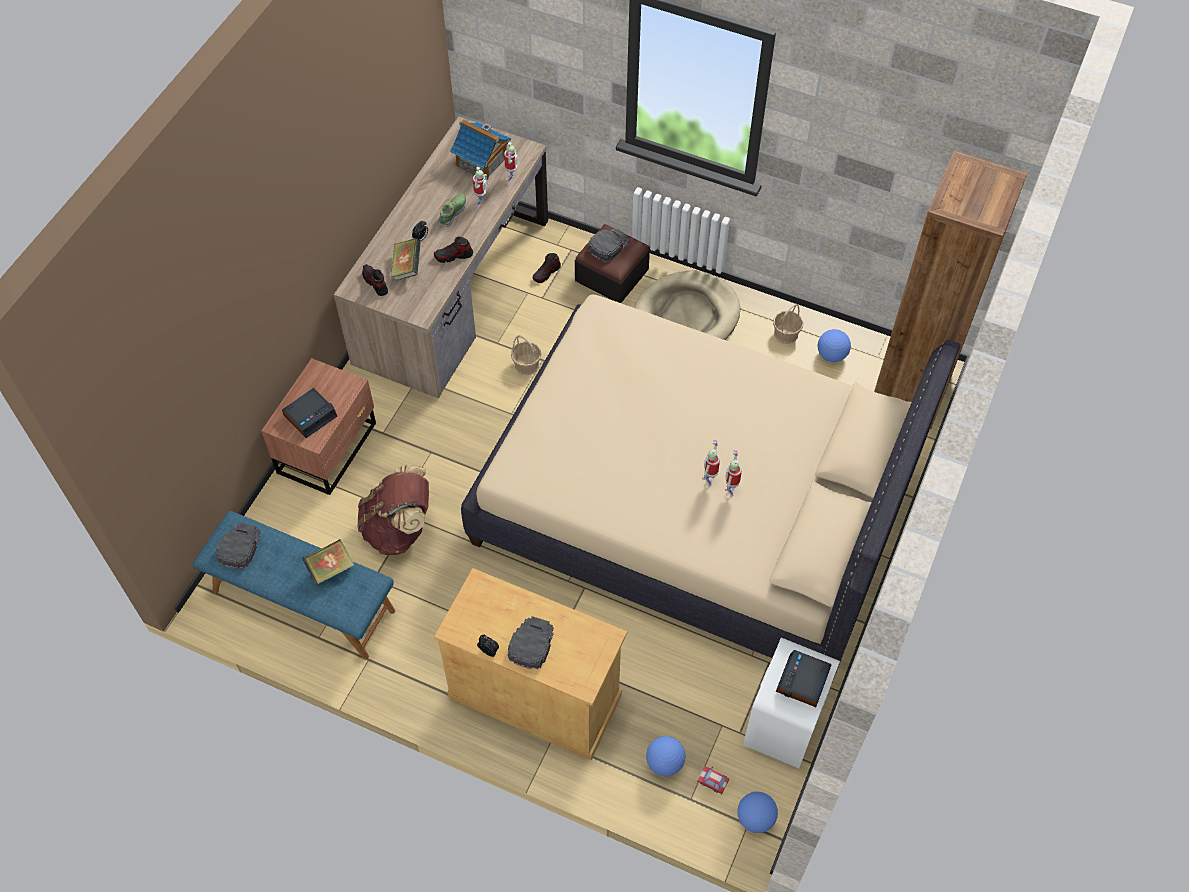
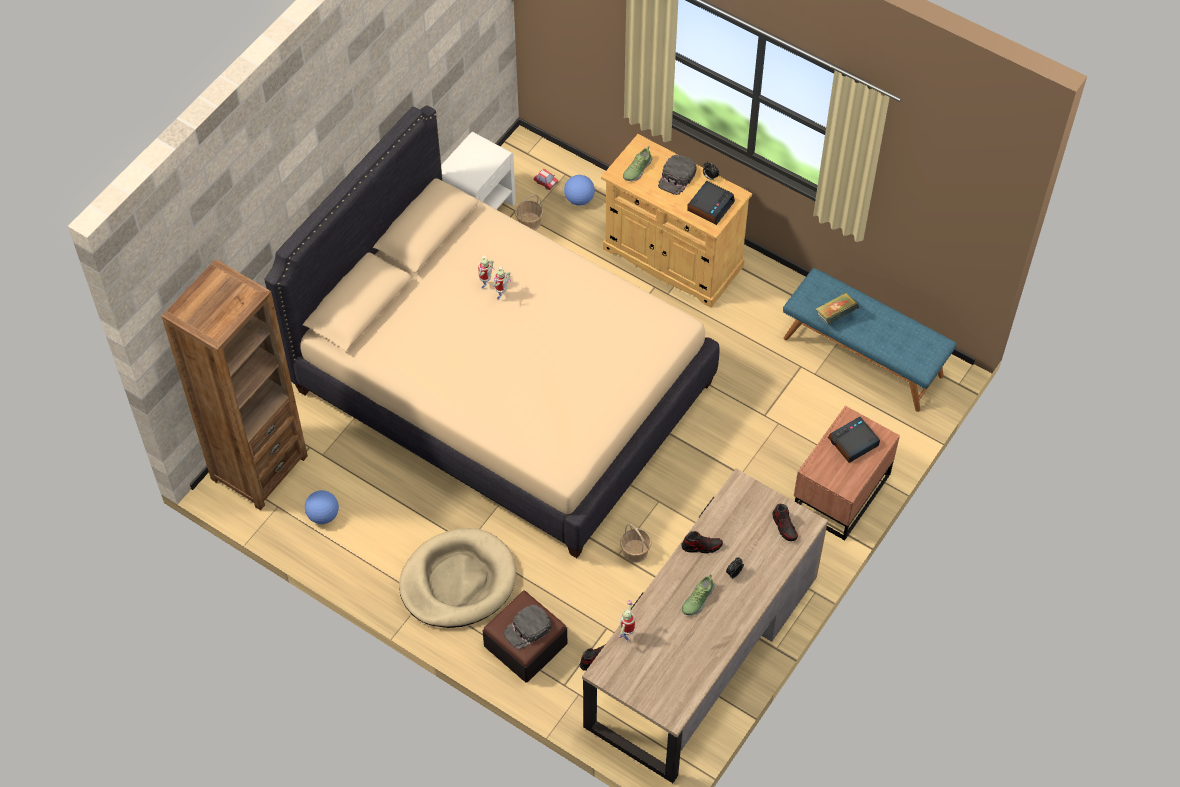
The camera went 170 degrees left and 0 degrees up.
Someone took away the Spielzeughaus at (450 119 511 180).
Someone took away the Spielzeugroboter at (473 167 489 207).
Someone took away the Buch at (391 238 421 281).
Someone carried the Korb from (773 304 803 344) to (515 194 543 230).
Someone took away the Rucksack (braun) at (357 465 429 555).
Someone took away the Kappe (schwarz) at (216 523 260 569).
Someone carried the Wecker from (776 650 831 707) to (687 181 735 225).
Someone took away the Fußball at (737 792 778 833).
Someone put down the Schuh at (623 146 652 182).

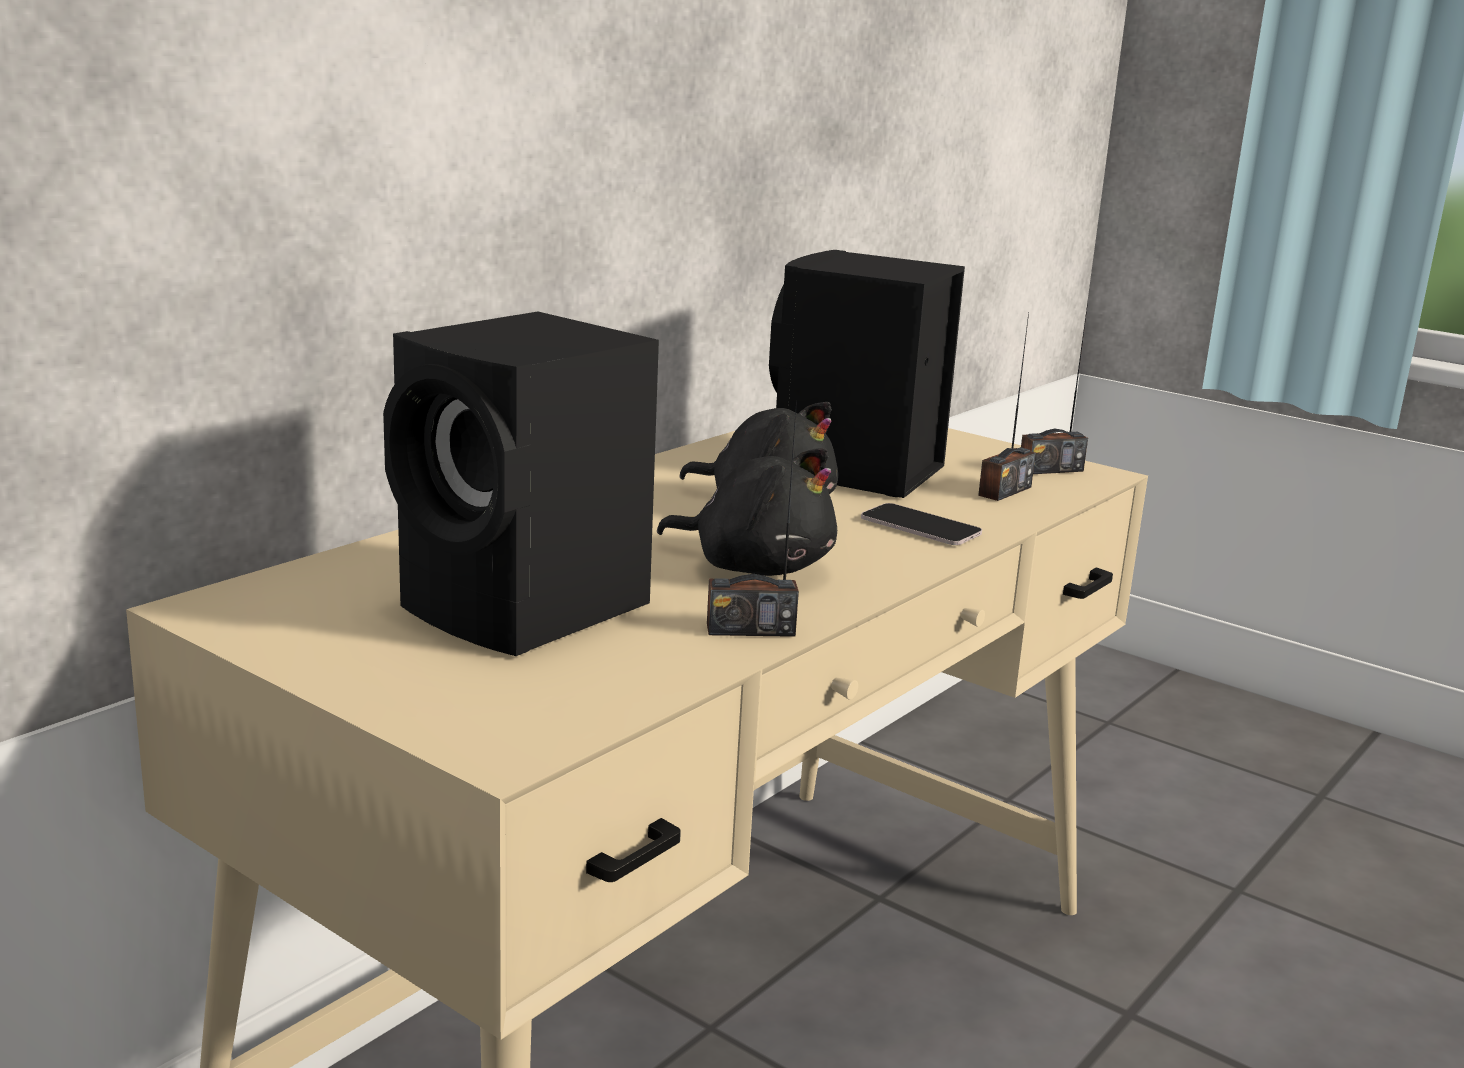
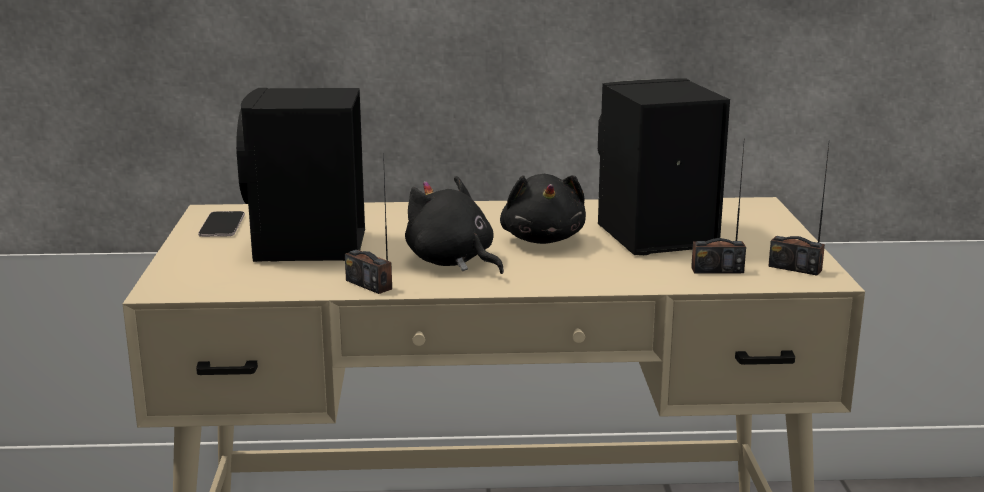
The camera went 50 degrees right and 0 degrees up.
Someone rotated the Plüschtier (schwarz) at (657 448 837 576) by 150 degrees clockwise.
Someone carried the Handy from (861 503 982 545) to (198 211 245 237).

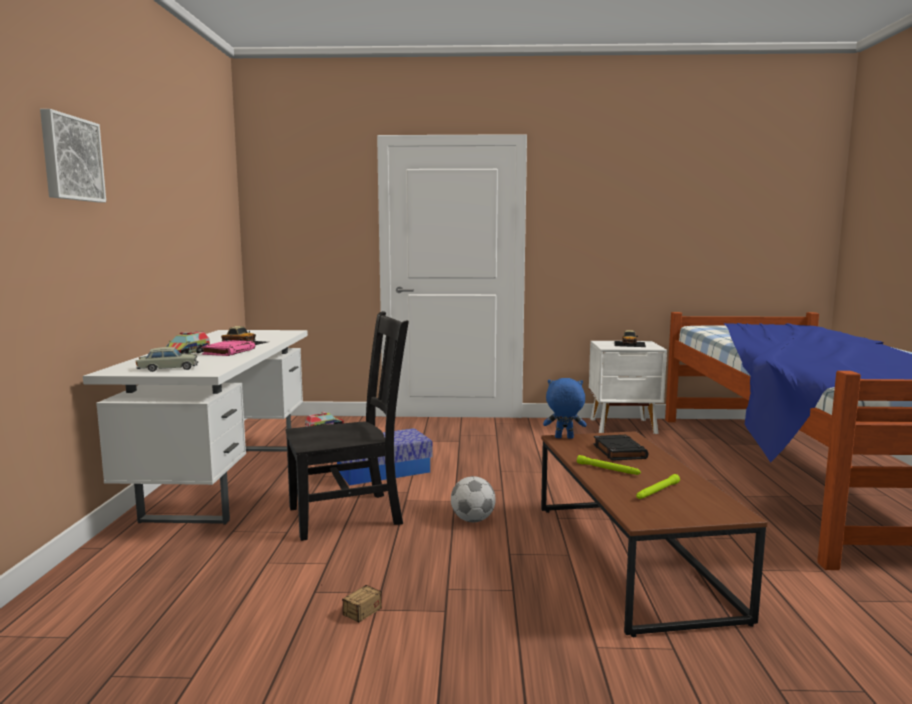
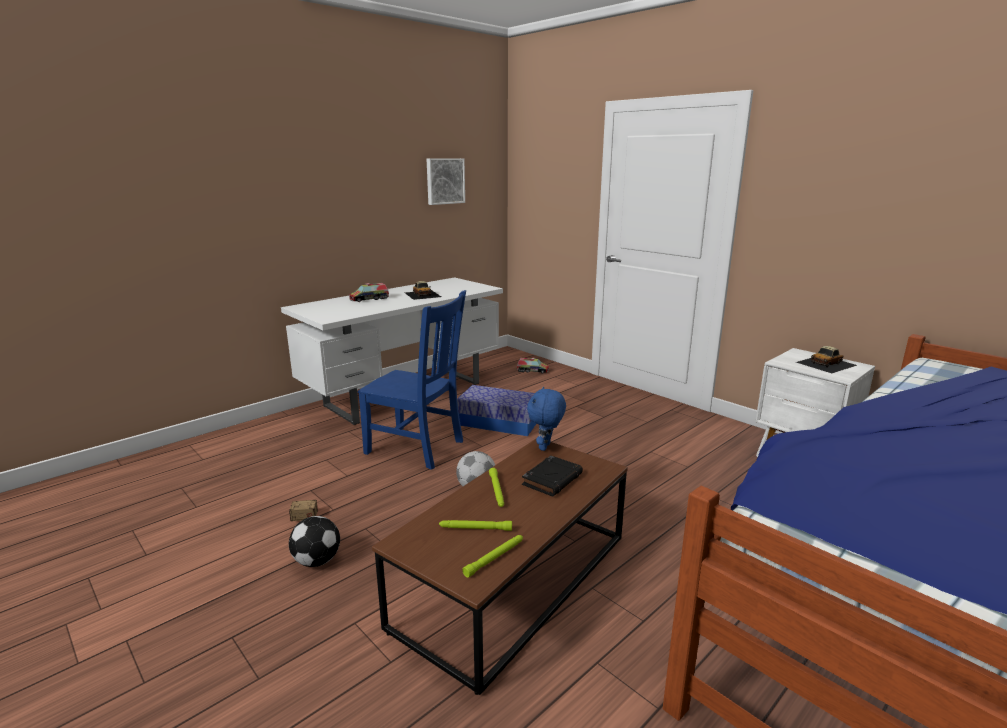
The camera went 45 degrees right and 10 degrees up.
Someone carried the Bild from (40 109 106 202) to (427 158 465 205).
Someone repainted the Stuhl (schwarz) at (285 311 409 541), which became the Stuhl (blau) at (358 290 466 470).
Someone took away the Buch (rosa) at (201 340 256 356).
Someone took away the Spielzeugauto (beige) at (136 347 198 372).
Someone rotated the Plüschtier (blau) at (543 378 587 439) by 120 degrees counterclockwise.
Someone put down the Fußball at (289 516 340 567).
Someone put down the Taschenlampe (grün) at (462 535 523 578).

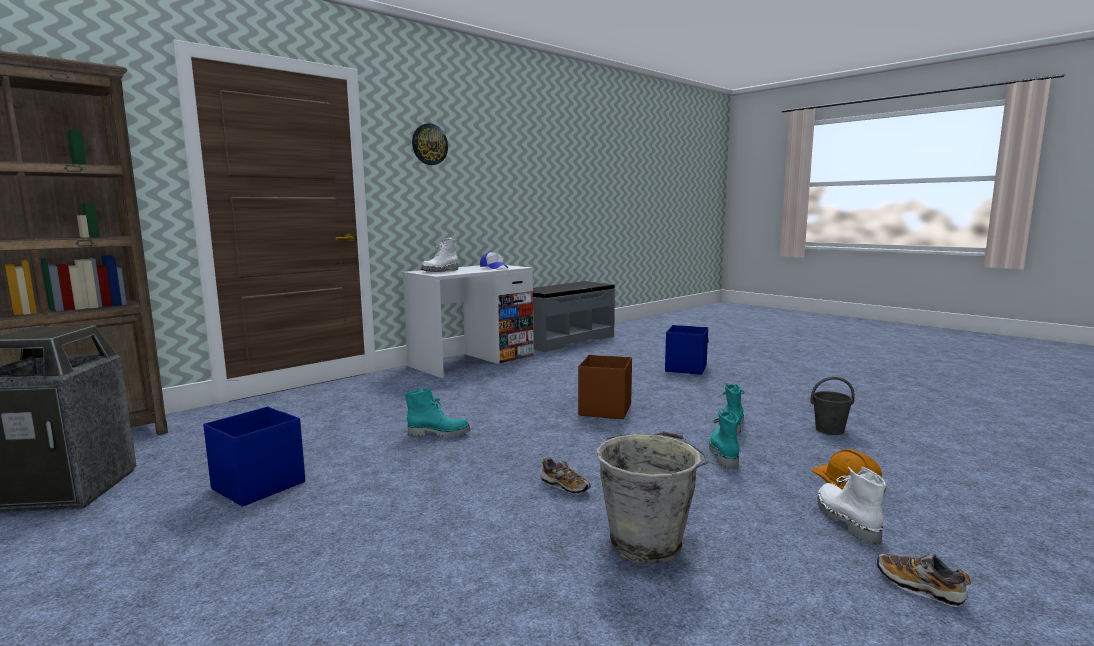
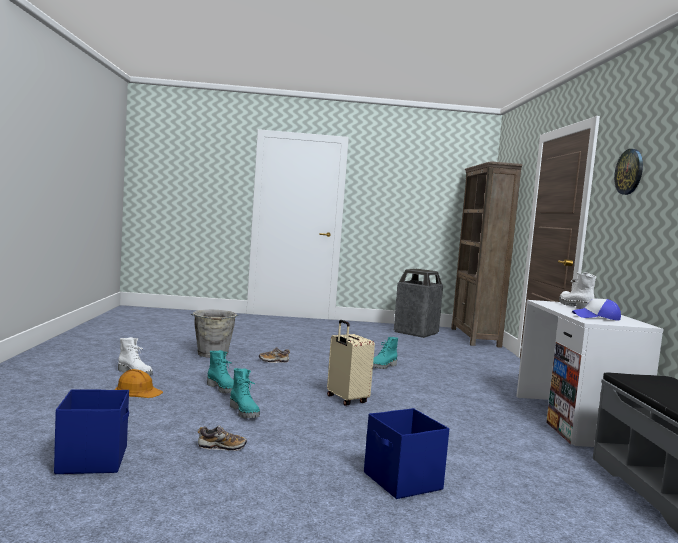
The camera went 130 degrees right and 5 degrees down.
Someone swapped the Aufbewahrungsbox (braun) at (578 355 632 420) for the Koffer (beige) at (327 320 375 406).
Someone took away the Eimer (grau) at (810 377 855 435).
Someone carried the Aufbewahrungsbox (blau) from (203 407 305 507) to (54 389 129 474).
Someone carried the Schuh from (877 553 971 607) to (198 425 247 451).

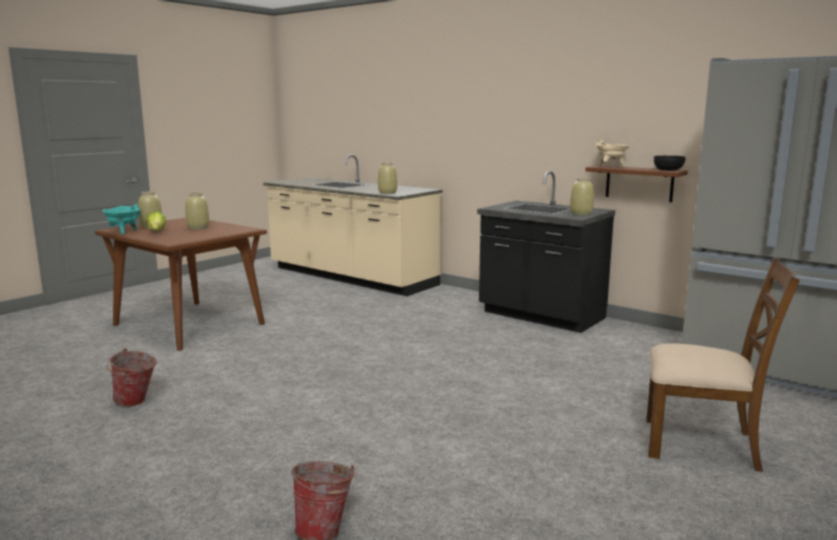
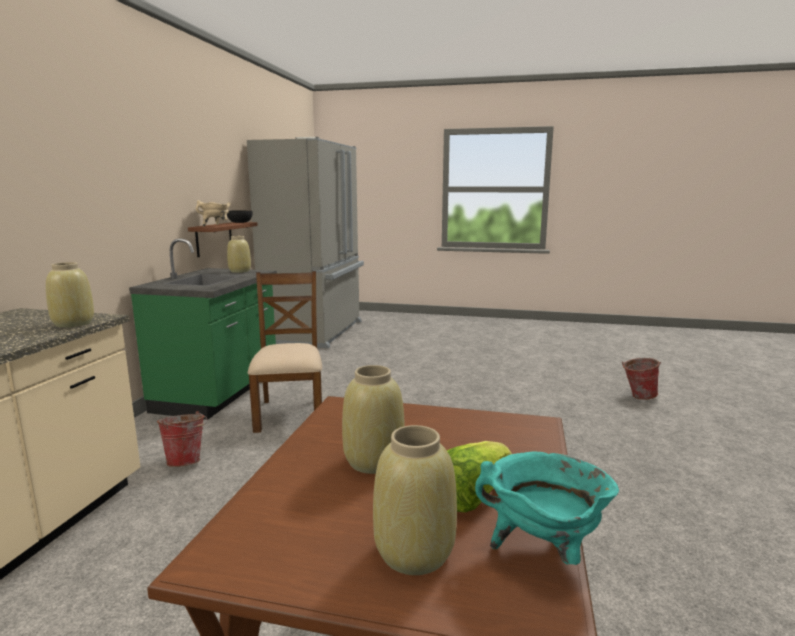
The camera went 115 degrees left and 0 degrees up.
Someone repainted the Küchenzeile (schwarz) at (477 171 615 333), which became the Küchenzeile (grün) at (129 239 277 420).
Someone carried the Stuhl (braun) from (647 258 800 472) to (248 271 322 433).
Someone carried the Eimer from (106 348 156 406) to (157 411 208 467).

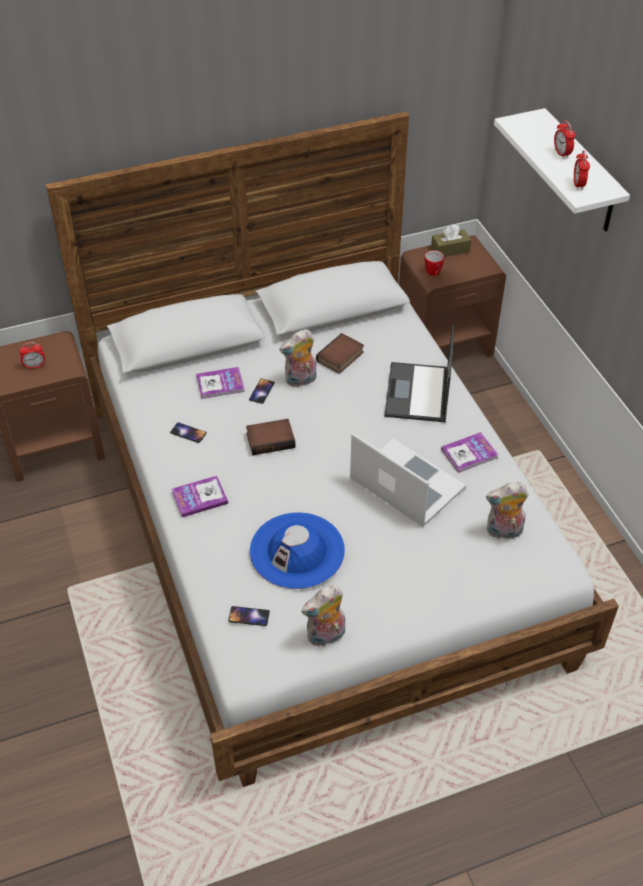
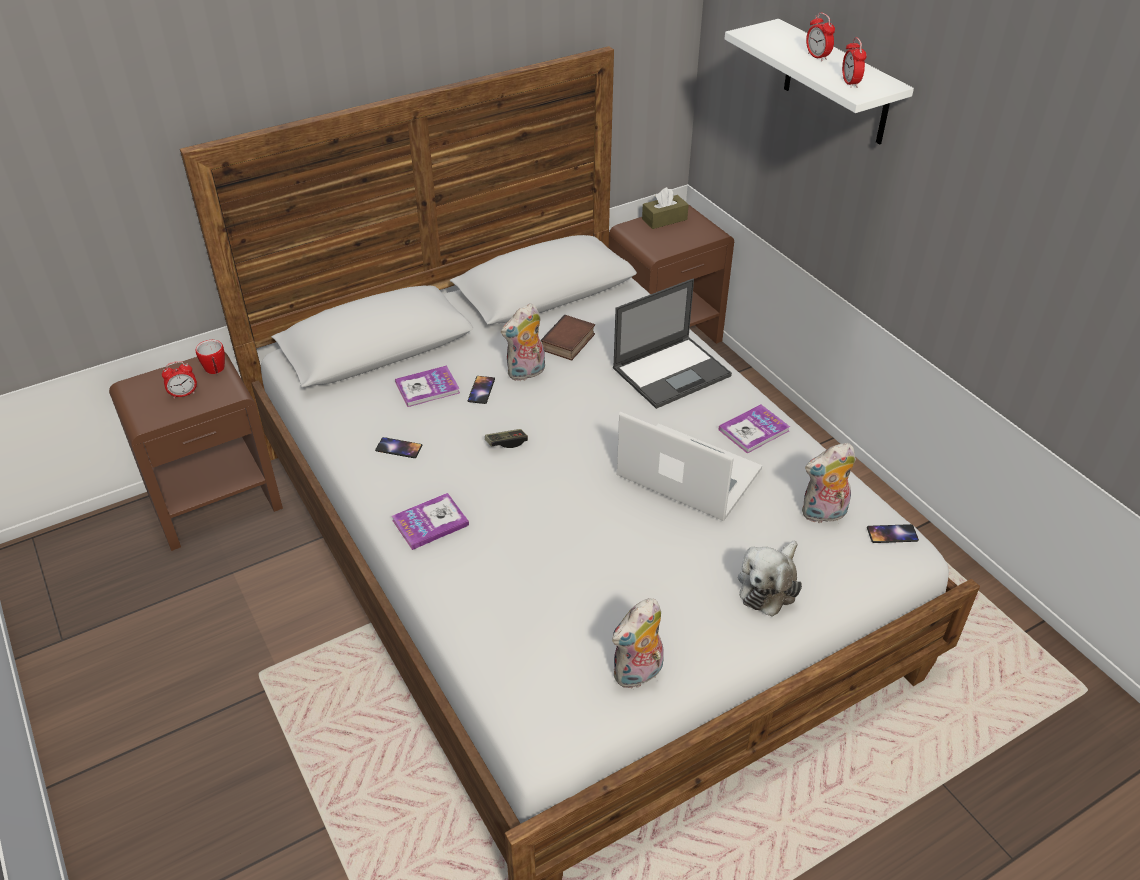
The camera went 10 degrees left and 5 degrees down.
Someone carried the Henkelbecher from (424 250 444 276) to (195 340 225 374).
Someone rotated the Laptop at (384 324 454 422) by 120 degrees counterclockwise.
Someone swapped the Buch at (246 419 296 455) for the Gamepad at (485 429 528 448).
Someone took away the Hut (blau) at (250 512 345 589).
Someone carried the Handy from (228 606 270 626) to (867 524 919 543).
Someone put down the Plüschtier at (738 541 802 616).

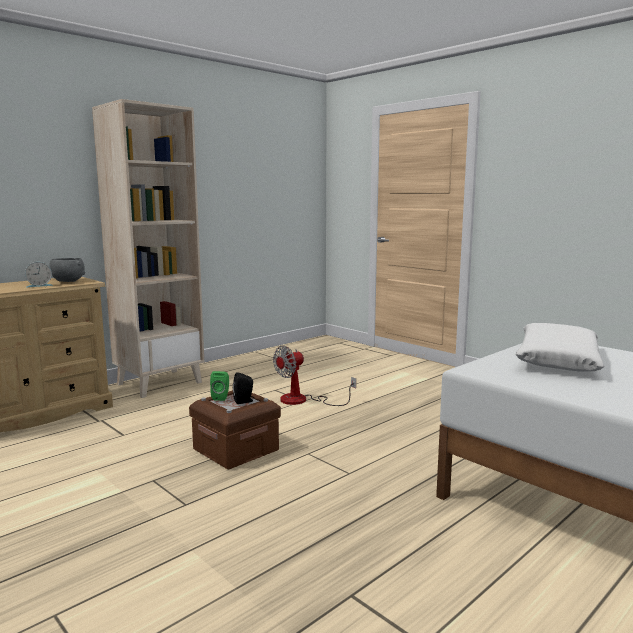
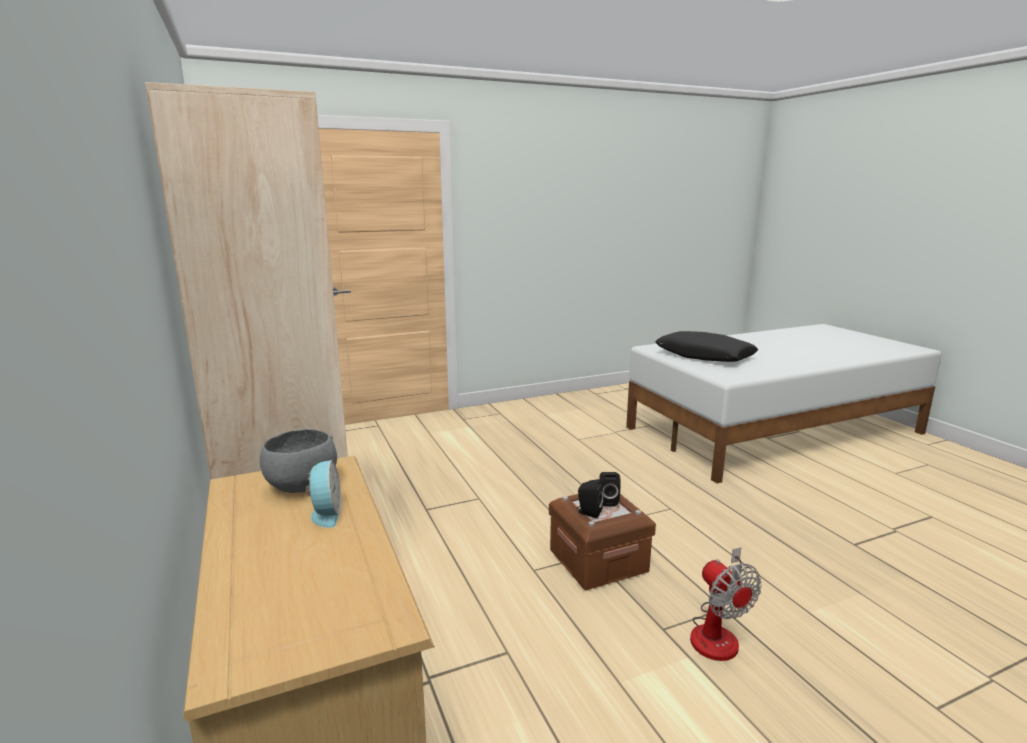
The camera went 70 degrees left and 5 degrees up.
Someone repainted the Kissen (weiß) at (516 323 604 371), which became the Kissen (schwarz) at (655 331 758 362).
Someone carried the Ventilator from (273 345 356 406) to (690 547 762 661).
Someone repainted the Lautsprecher (grün) at (210 371 229 401), which became the Lautsprecher (schwarz) at (576 479 604 518).

